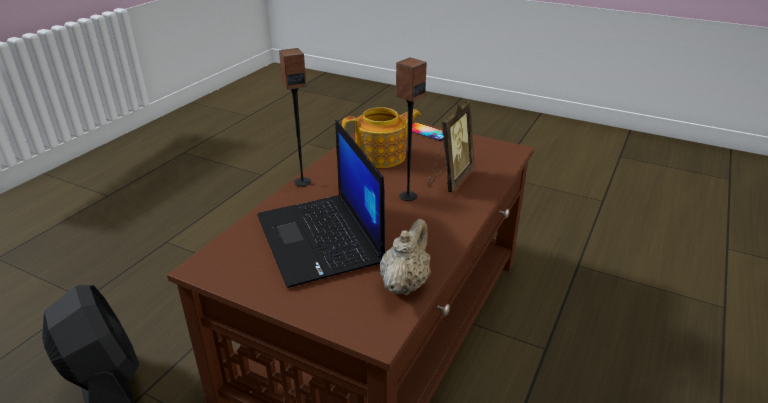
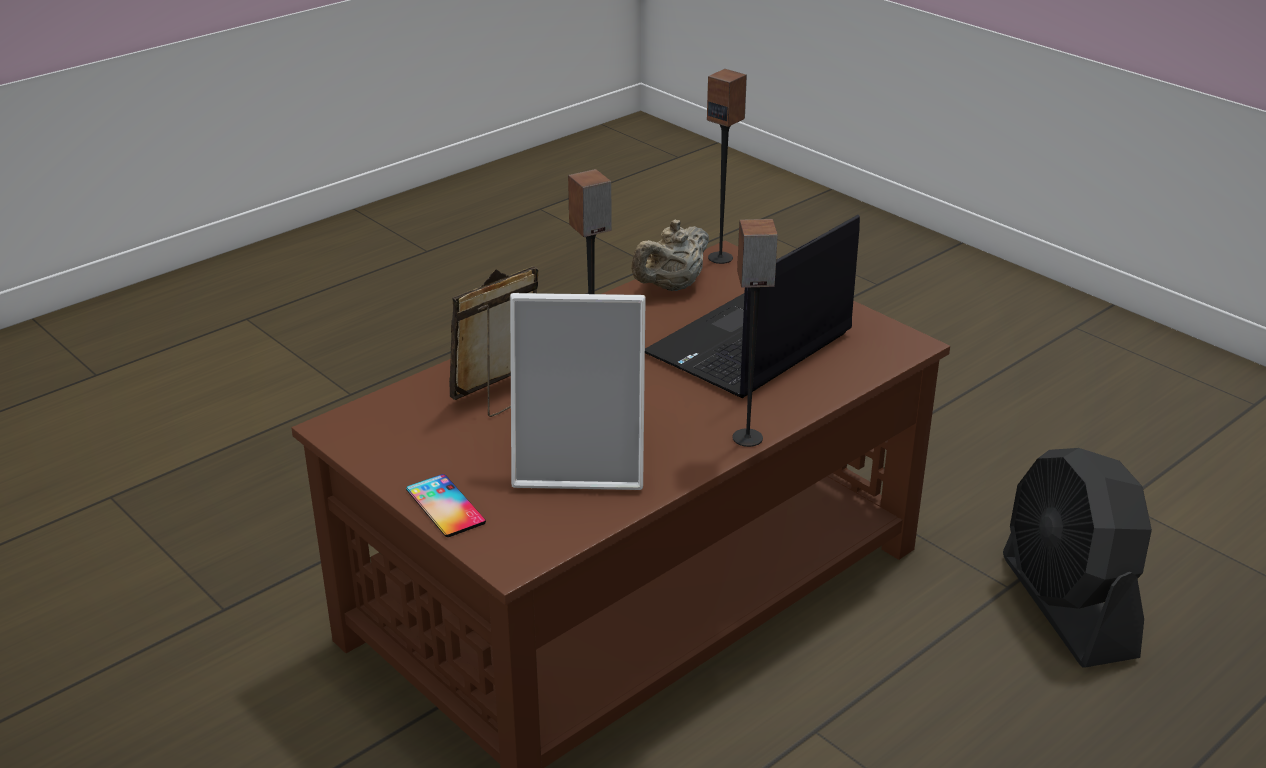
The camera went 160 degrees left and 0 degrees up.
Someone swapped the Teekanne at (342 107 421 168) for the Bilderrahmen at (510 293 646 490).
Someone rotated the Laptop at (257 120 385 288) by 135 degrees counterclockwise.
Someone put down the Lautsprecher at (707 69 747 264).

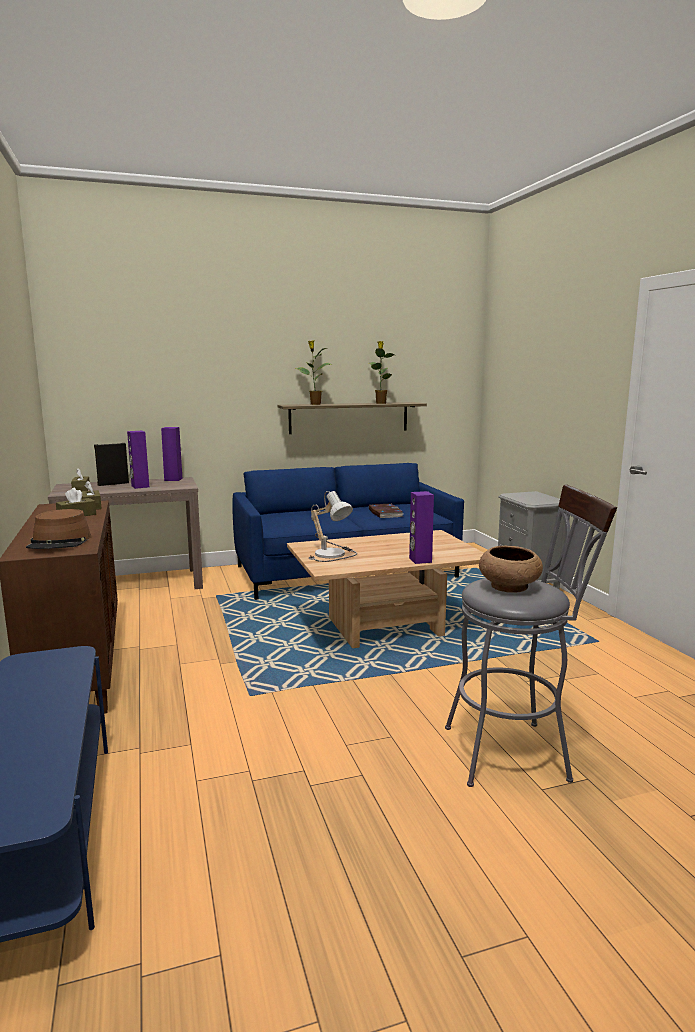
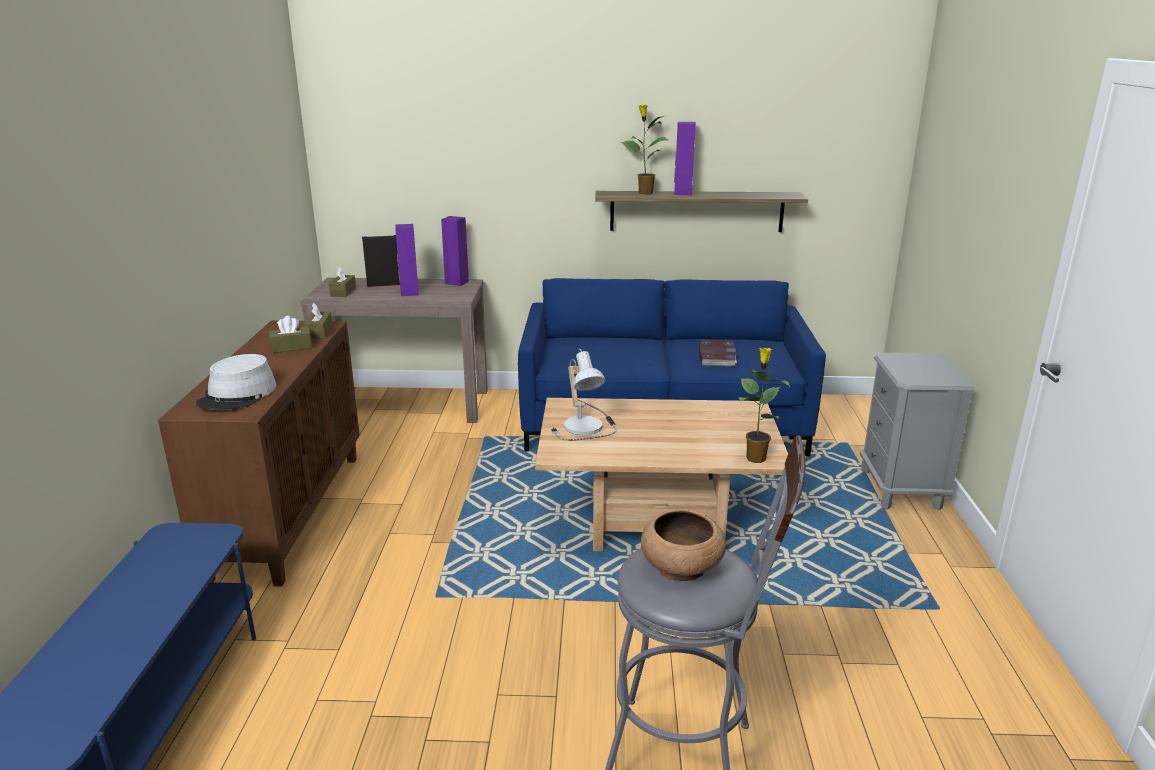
The camera went 20 degrees right and 10 degrees up.
Someone carried the Topfpflanze from (369 341 394 404) to (738 347 790 463).
Someone carried the Lautsprecher (lila) from (409 491 434 564) to (674 122 696 195).
Someone repainted the Hut (braun) at (26 509 91 549), which became the Hut (grau) at (196 354 276 410).

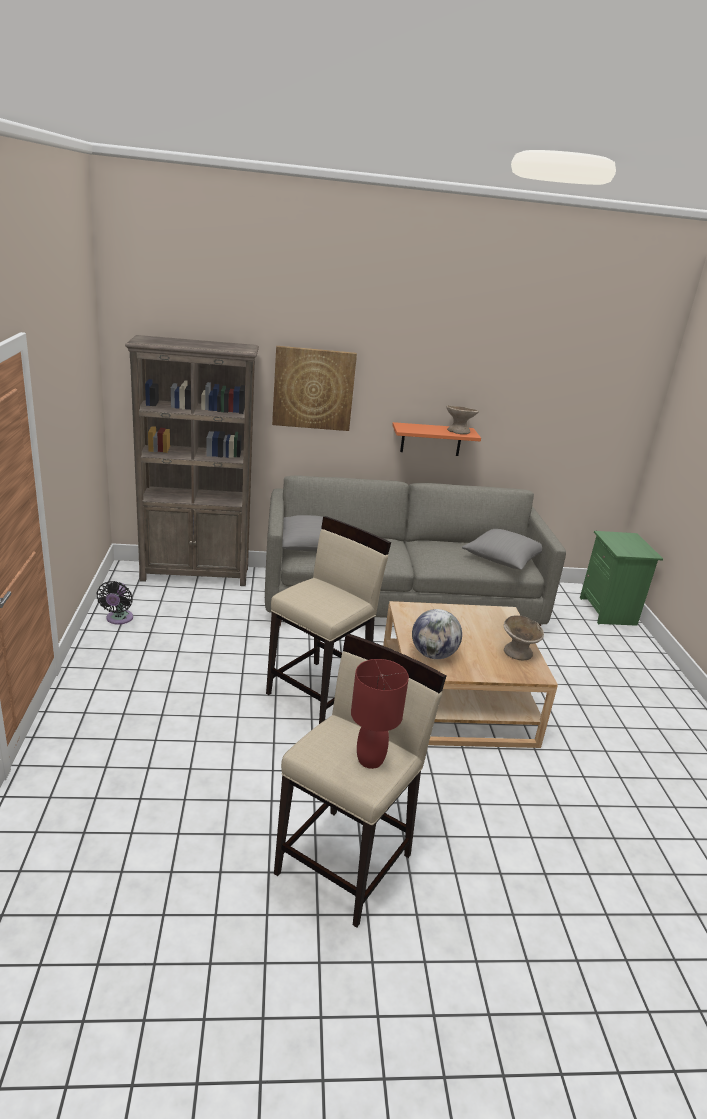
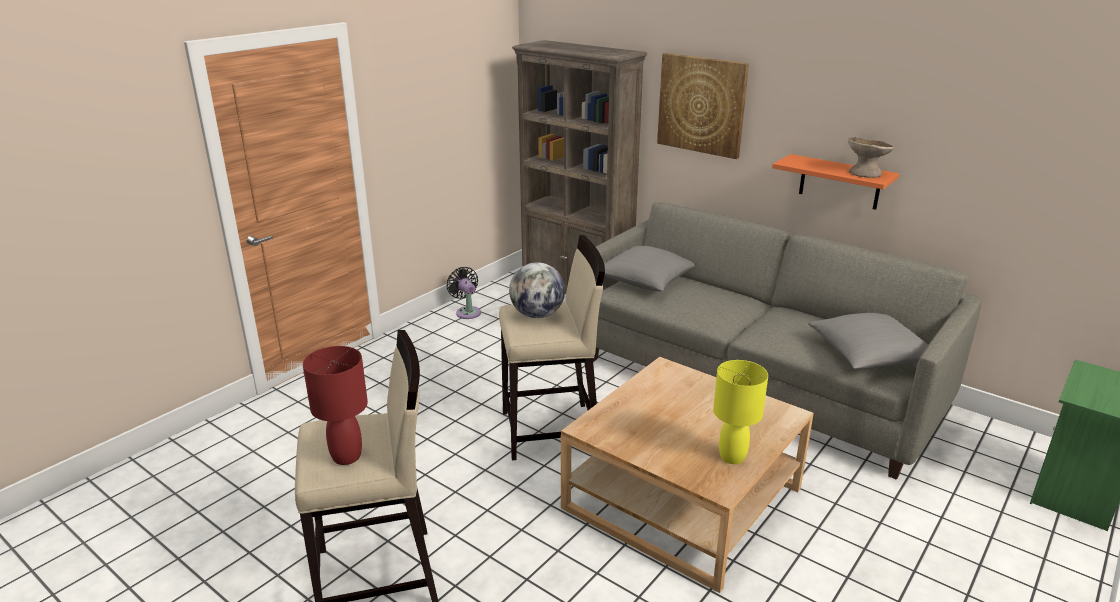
The camera went 45 degrees right and 0 degrees up.
Someone rotated the Ventilator (schwarz) at (96 581 133 625) by 105 degrees clockwise.
Someone carried the Globus from (412 609 462 659) to (509 262 565 318).
Someone swapped the Schüssel (beige) at (504 615 544 660) for the Tischlampe (gelb) at (713 360 768 464).

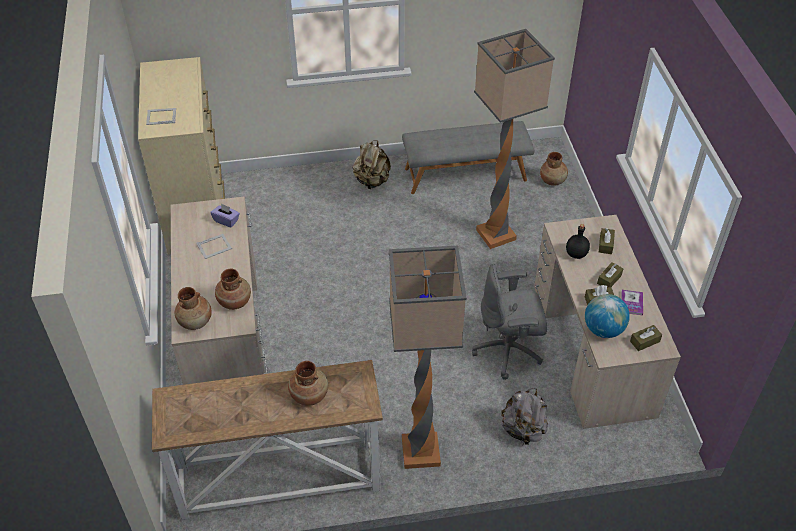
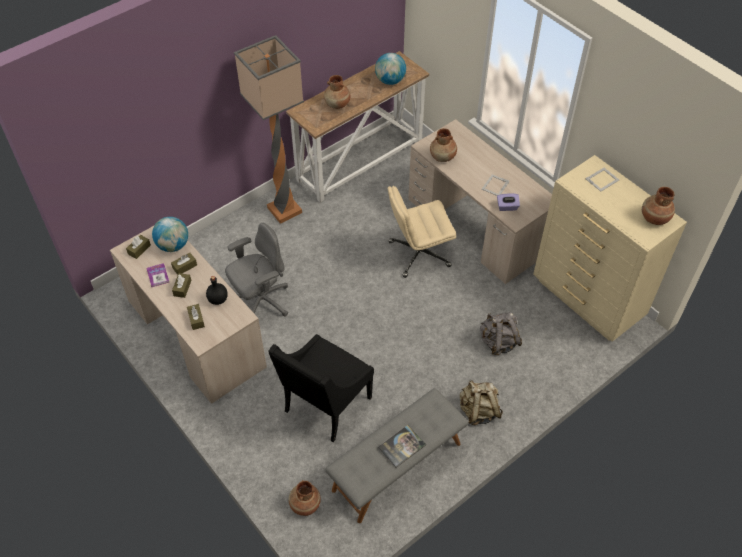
The camera went 150 degrees right and 5 degrees up.
Someone swapped the Stehlampe at (474 29 555 249) for the Sessel (schwarz) at (268 334 374 442).
Someone carried the Vase (braun) from (175 287 212 330) to (642 187 675 225).
Someone carried the Rucksack (grau) from (501 388 548 445) to (480 312 522 355).
Someone put down the Globus at (375 53 406 85).
Someone put down the Bürostuhl (beige) at (388 186 456 278).
Someone put down the Buch at (378 425 426 468).

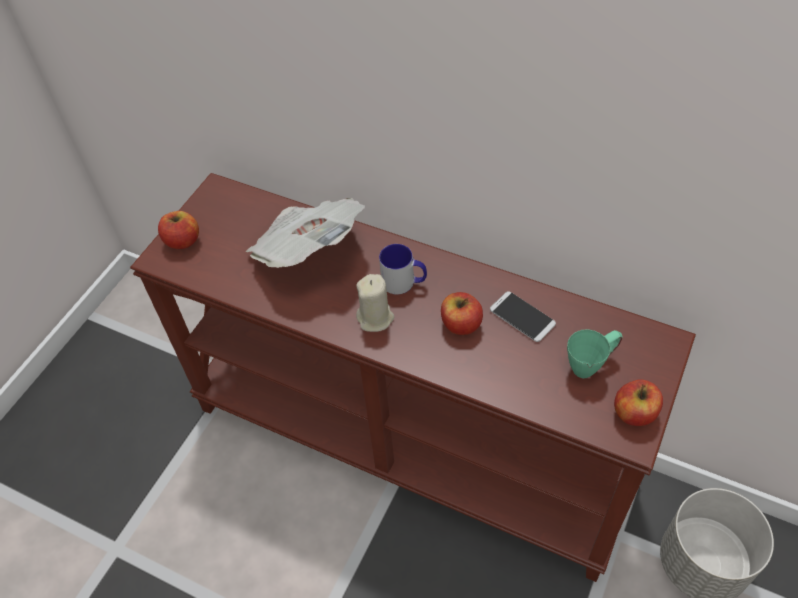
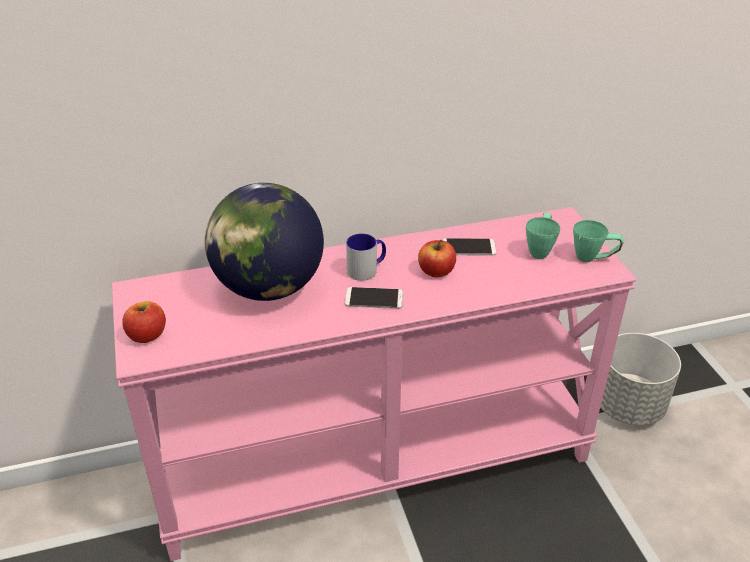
The camera went 45 degrees left and 15 degrees down.
Someone repainted the Konsolentisch (braun) at (130 173 696 582), which became the Konsolentisch (rosa) at (112 207 637 561).
Someone swapped the Zeitung at (246 198 365 268) for the Globus at (205 183 324 301).
Someone swapped the Kerze (beige) at (356 274 394 332) for the Handy at (345 287 403 309).
Someone swapped the Apfel at (614 379 663 426) for the Henkelbecher (grün) at (573 220 625 262).

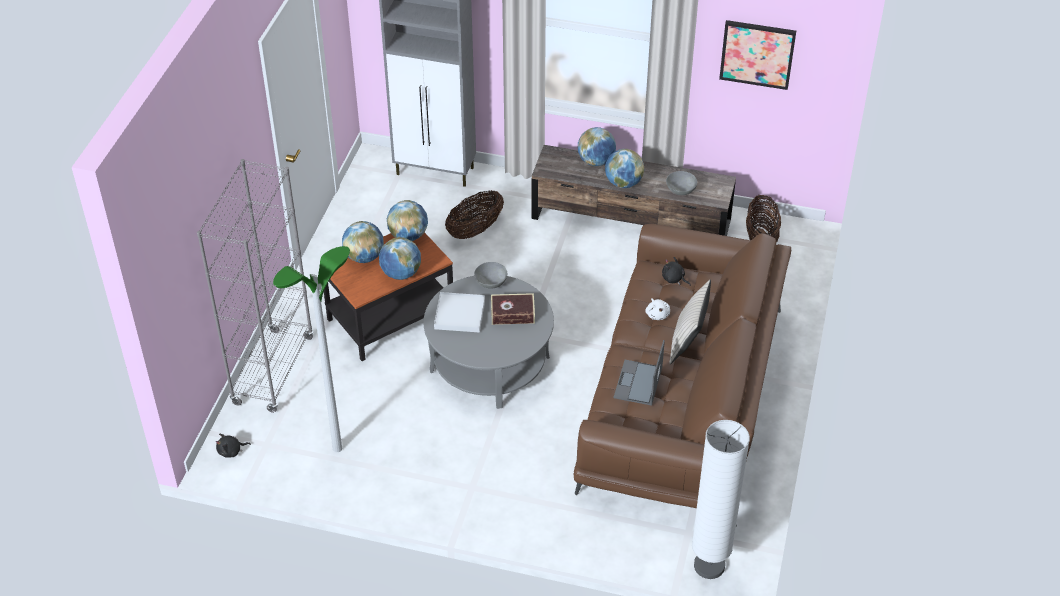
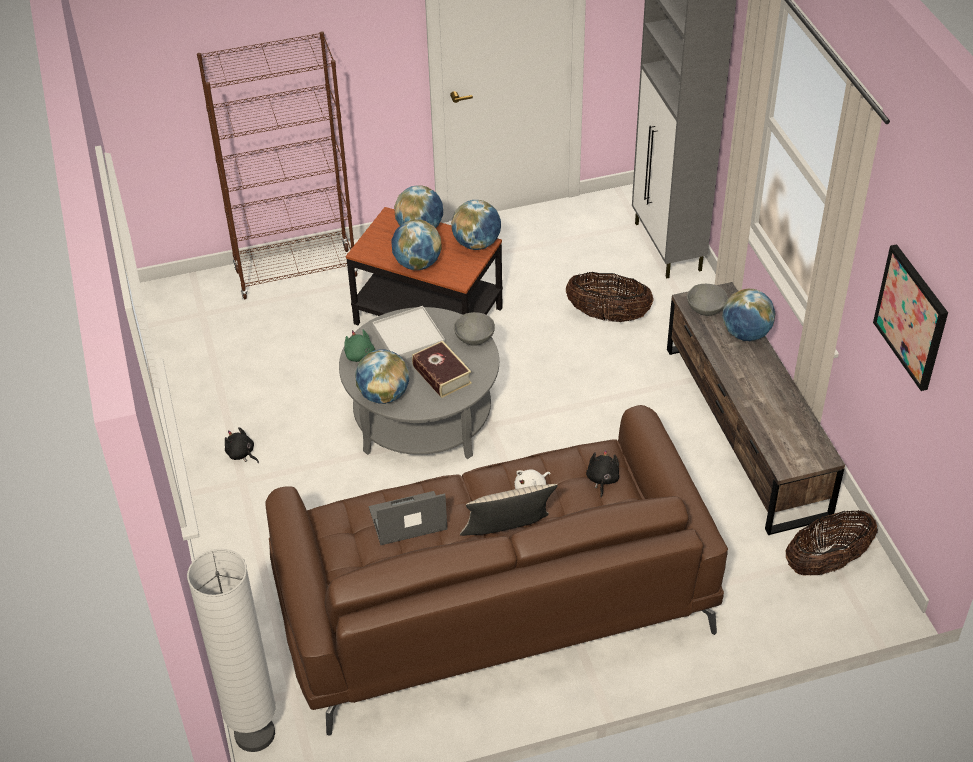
The camera went 60 degrees right and 0 degrees up.
Someone carried the Globus from (605 149 644 188) to (355 349 409 404).
Someone repainted the Bücherregal (grau) at (197 159 314 413), which became the Bücherregal (braun) at (197 31 359 299).
Someone carried the Schüssel (grau) from (666 171 697 195) to (687 284 728 316).
Someone took away the Stehlampe at (273 246 350 452).
Someone carried the Plüschtier (schwarz) from (216 434 251 458) to (225 427 259 463).
Someone put down the Plüschtier (grün) at (344 330 375 362).

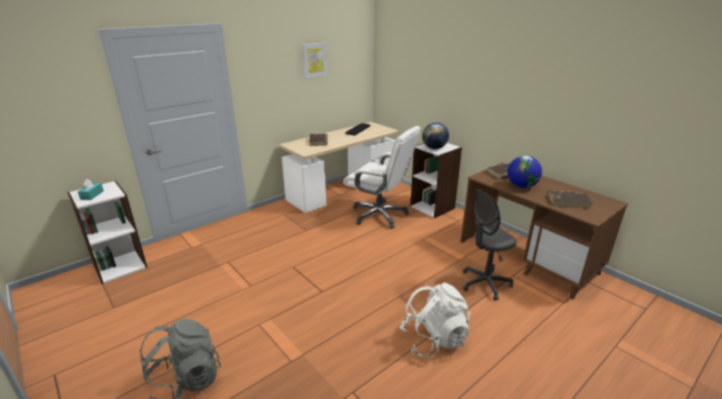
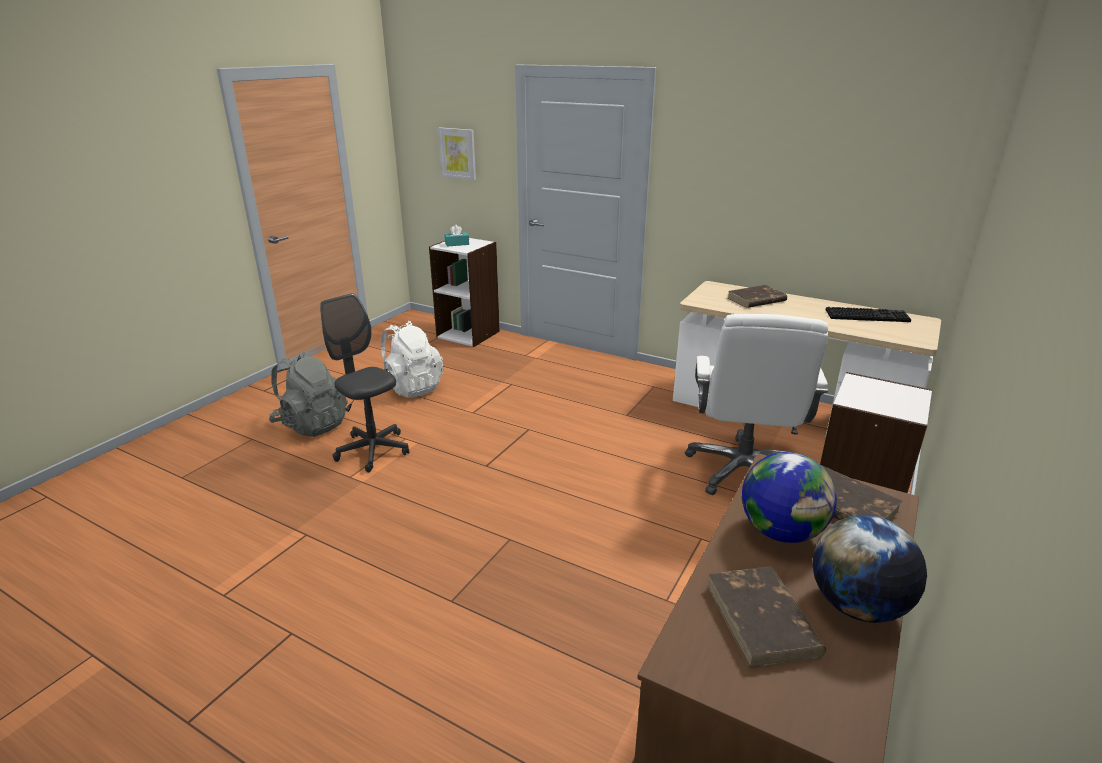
The camera went 70 degrees right and 0 degrees up.
Someone carried the Bild from (302 43 328 79) to (438 127 476 180).
Someone carried the Globus from (422 122 449 149) to (813 515 927 623).
Someone carried the Bürostuhl (grau) from (463 189 516 301) to (320 293 410 473).
Someone carried the Rucksack (weiß) from (399 283 470 358) to (381 321 444 398).

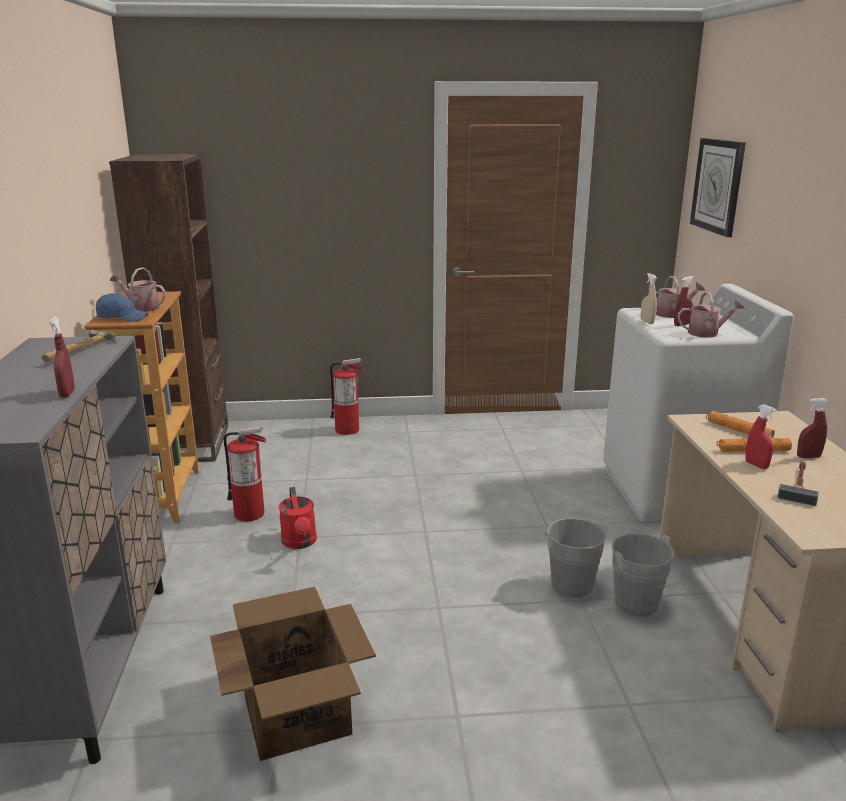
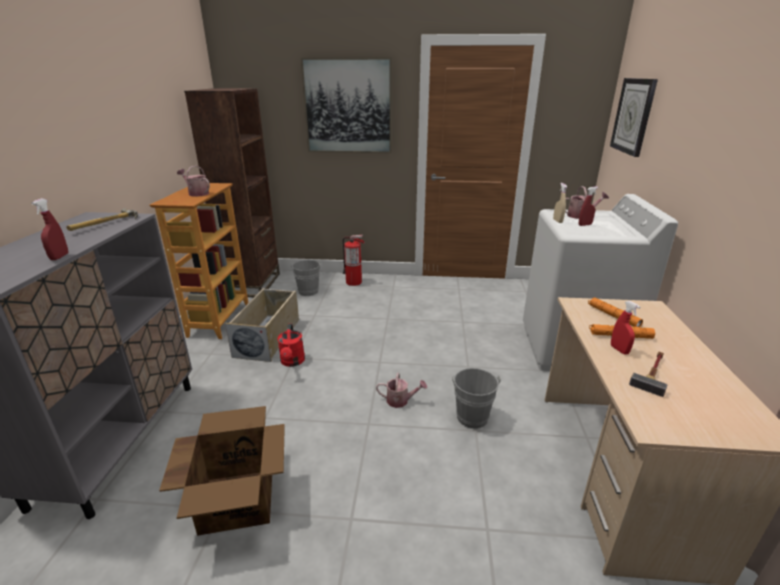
The camera went 10 degrees right and 5 degrees up.
Someone carried the Gießkanne from (677 292 745 338) to (376 373 427 408).
Someone took away the Kappe (blau) at (96 293 149 322).
Someone took away the Sprühflasche (rot) at (797 398 829 458).
Someone swapped the Feuerlöscher at (224 426 266 521) for the Aufbewahrungsbox (beige) at (225 288 299 362).
Someone carried the Eimer (grau) from (612 533 683 617) to (291 260 321 296).
Someone put up the Bild at (301 58 392 153).

